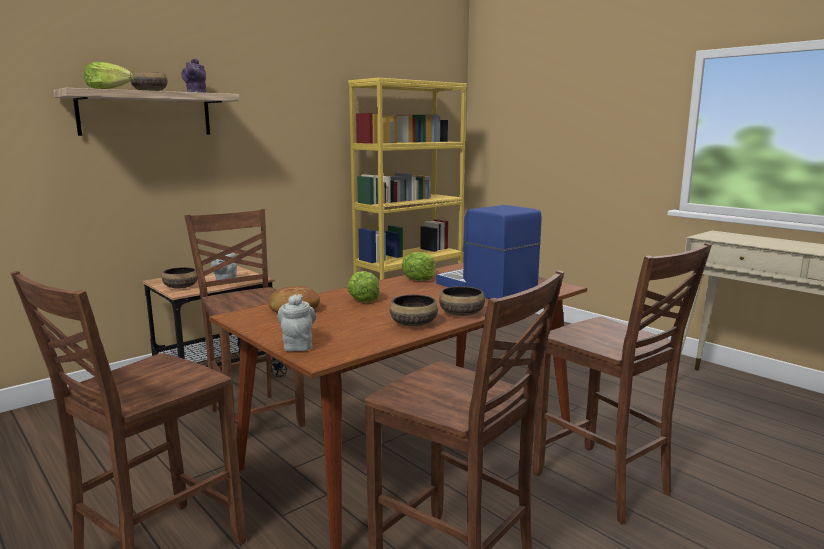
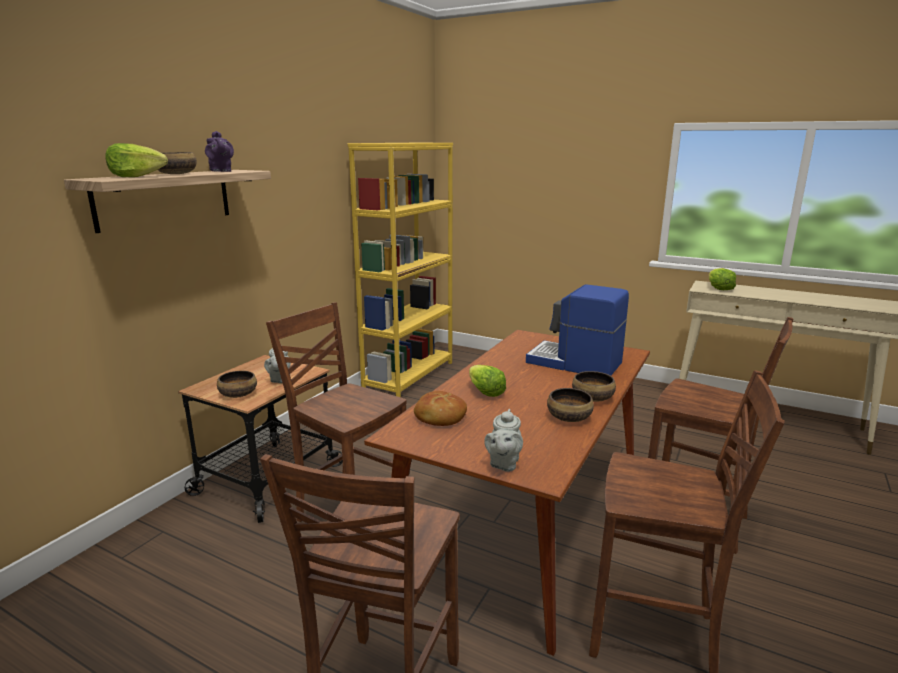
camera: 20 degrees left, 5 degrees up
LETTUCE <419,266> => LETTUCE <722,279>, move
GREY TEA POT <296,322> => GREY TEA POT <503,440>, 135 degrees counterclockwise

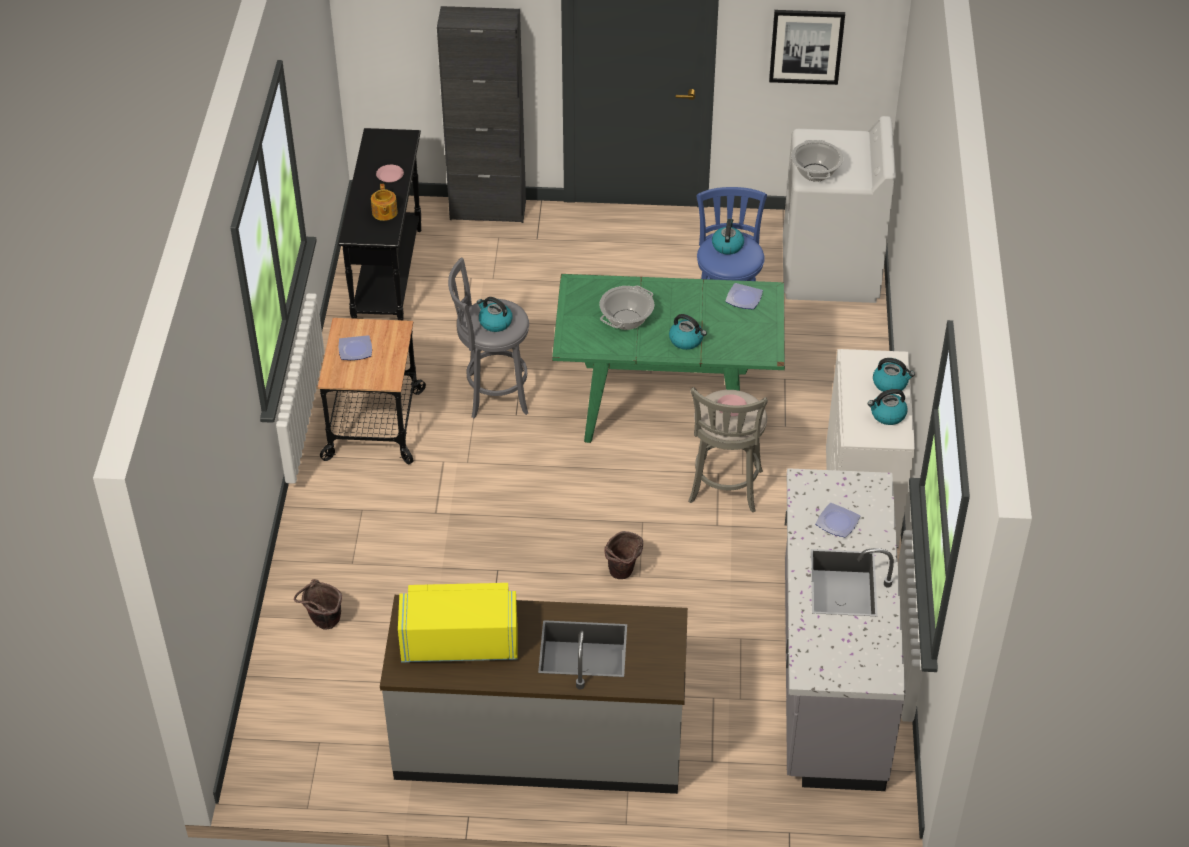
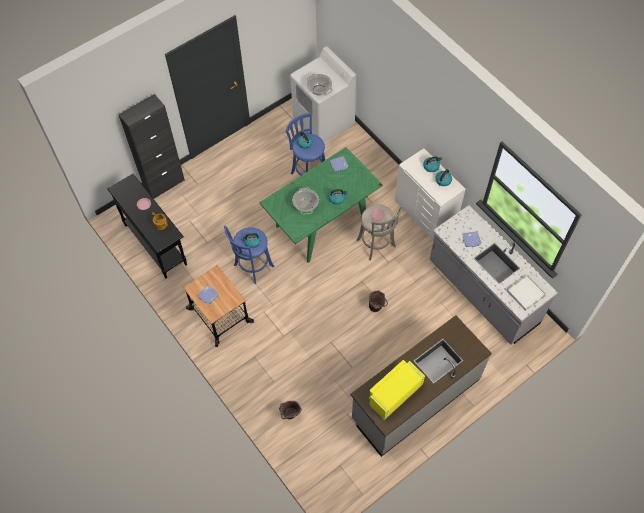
camera: 40 degrees left, 15 degrees up
WALL PICTURE <807,47> => nothing
GREY SITTING STOOL <488,337> => BLUE-COLOURED SITTING STOOL <249,255>
nothing => WHITISH SERVING TRAY <526,293>

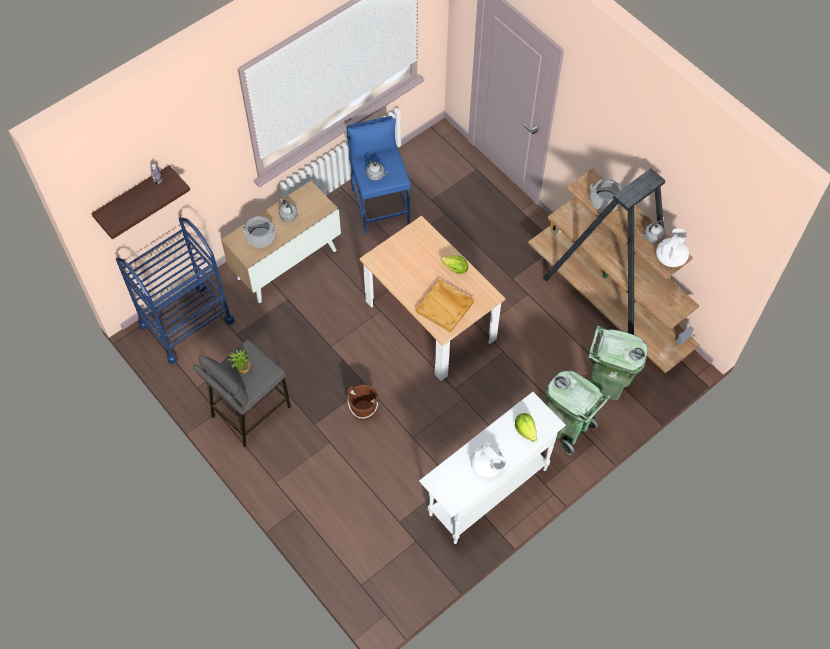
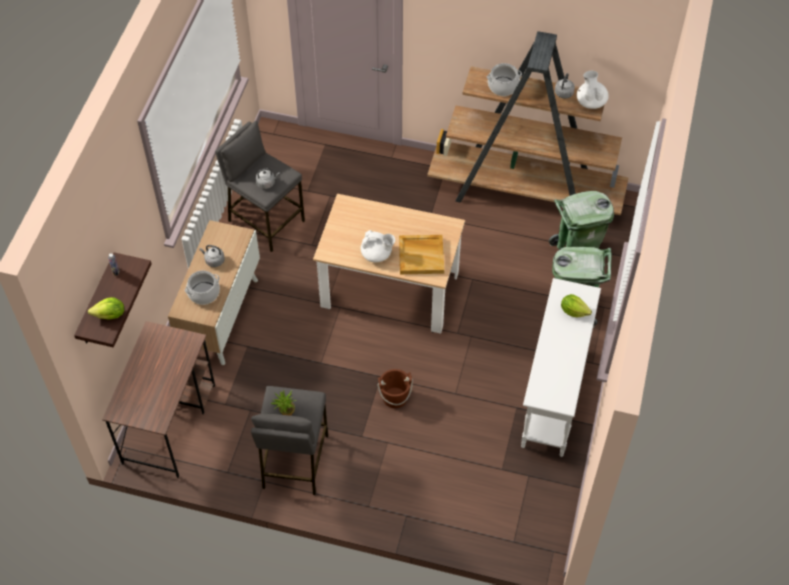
camera: 35 degrees left, 5 degrees down
BLUE-COLOURED SITTING STOOL <379,175> => GREY SITTING STOOL <260,186>
BLUE-COLOURED TROLLEY <175,290> => BROWN-COLOURED DESK <158,399>
LETTUCE <454,264> => LETTUCE <106,308>, move
WHITISH TEA POT <488,460> => WHITISH TEA POT <378,246>, move

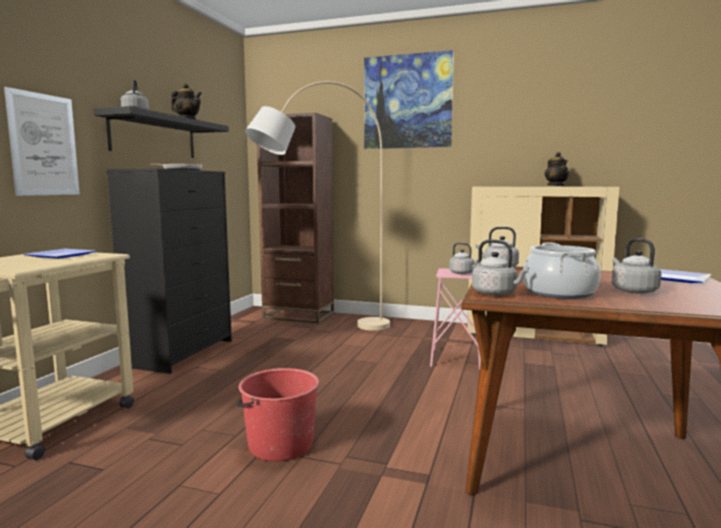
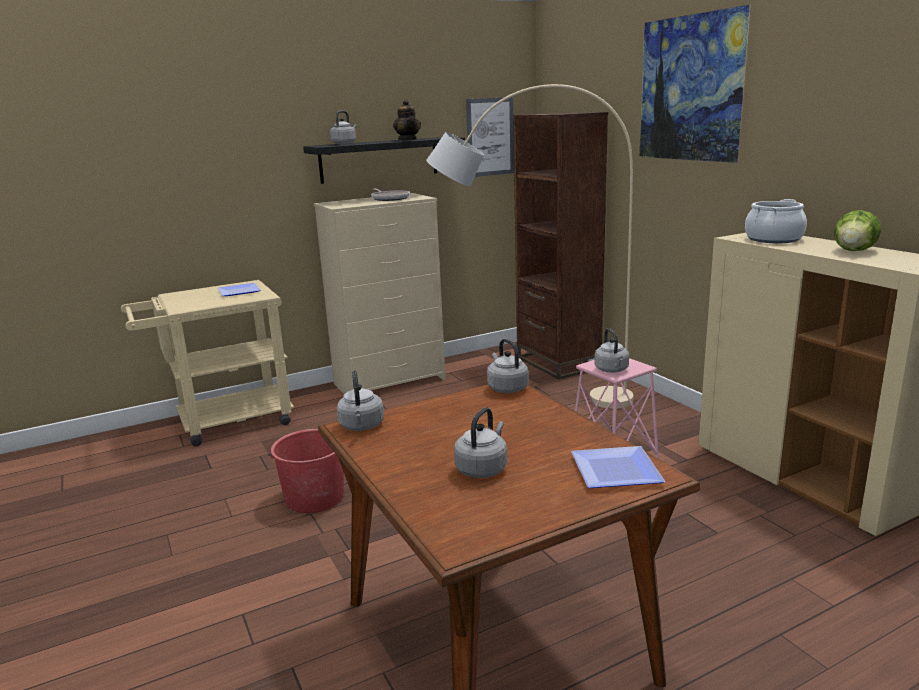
camera: 45 degrees right, 10 degrees up
WALL PICTURE <42,141> => WALL PICTURE <490,137>, move
TEA POT <557,169> => LETTUCE <857,230>
BLACK-COLOURED DRESSER <169,271> => SAND-COLOURED DRESSER <380,293>
STOCKPOT <561,271> => STOCKPOT <776,221>, move

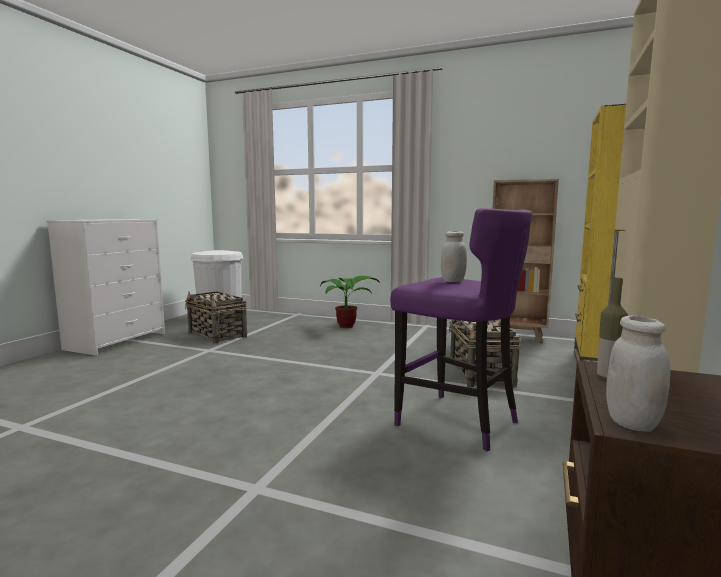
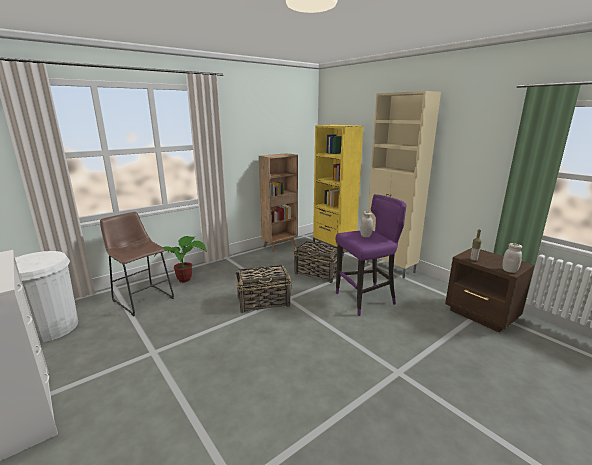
camera: 60 degrees left, 10 degrees up
BASKET <216,317> => BASKET <264,289>, move
nothing => BROWN-COLOURED SITTING STOOL <137,264>

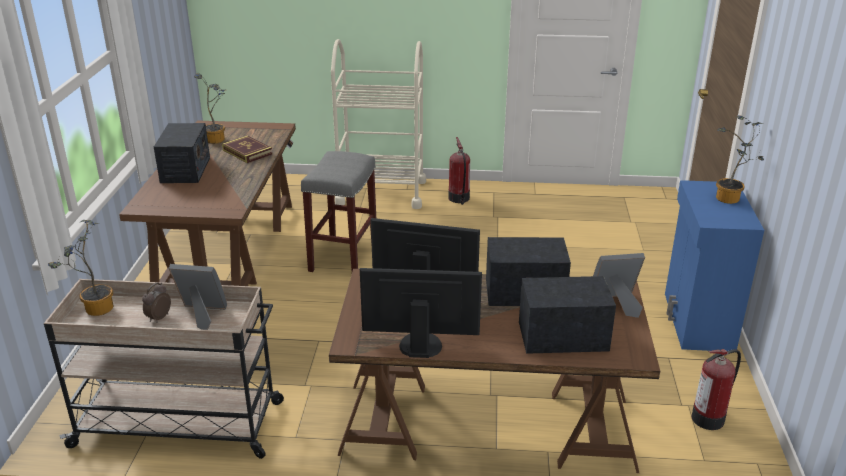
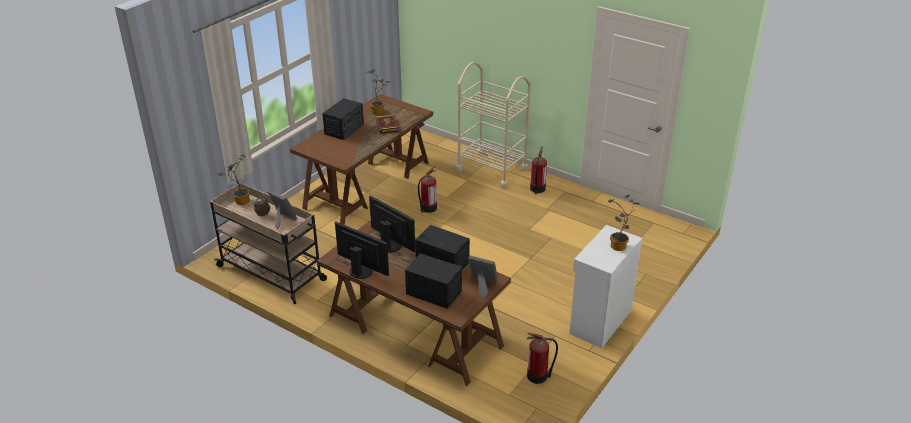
camera: 30 degrees right, 5 degrees up
GREY SITTING STOOL <338,211> => EXTINGUISHER <427,189>
BLUE-COLOURED CABINET <714,265> => WHITISH CABINET <605,286>

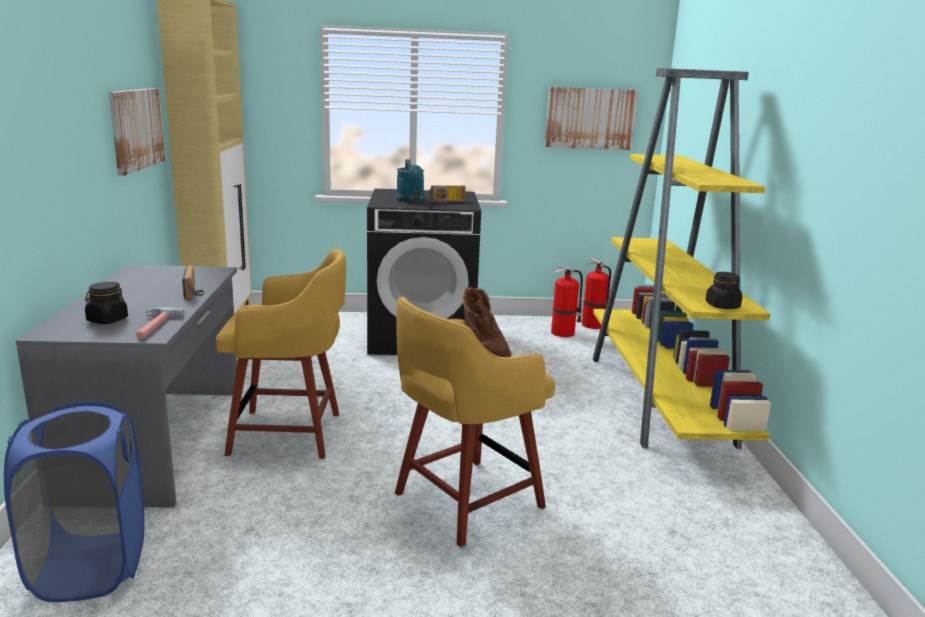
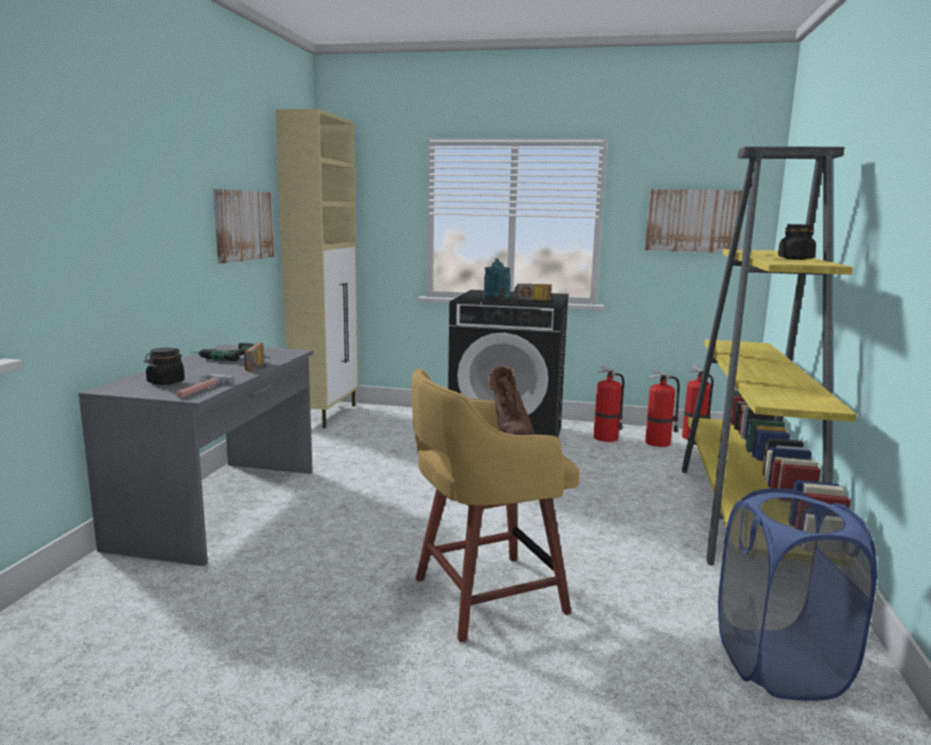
camera: 15 degrees right, 5 degrees down
YELLOW-COLOURED SITTING STOOL <281,354> => nothing
BLACK-COLOURED JAR <724,290> => BLACK-COLOURED JAR <797,242>, move
BLUE-COLOURED WASHING BASKET <74,502> => BLUE-COLOURED WASHING BASKET <797,594>, move
nothing => POWER DRILL <223,352>
nothing => EXTINGUISHER <609,403>

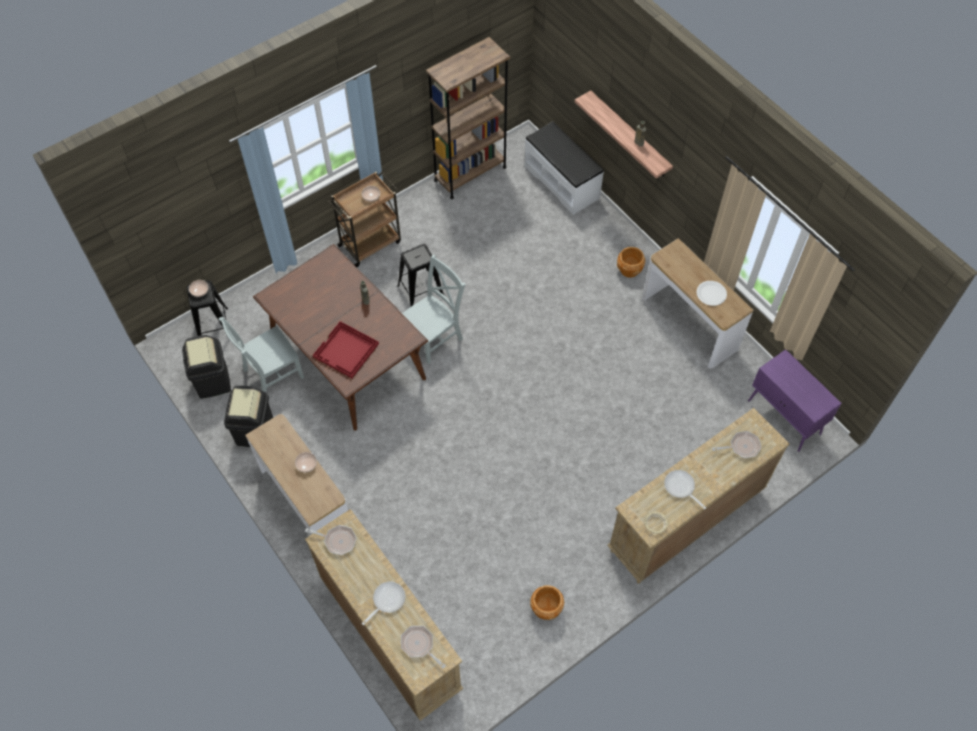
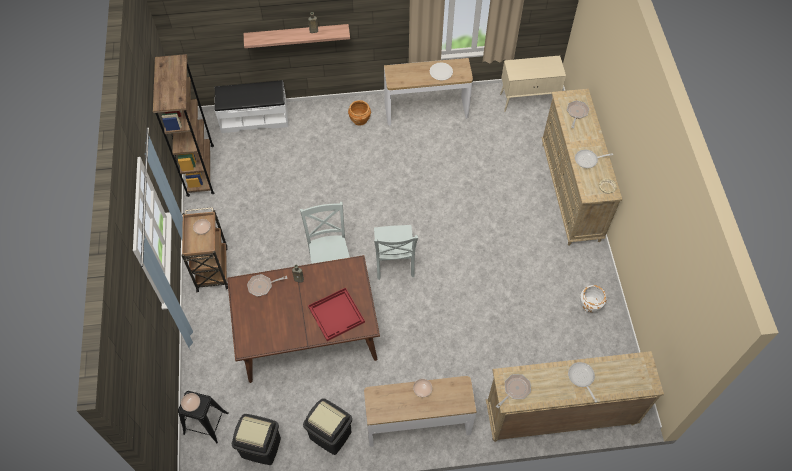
camera: 60 degrees left, 0 degrees up
BLACK-COLOURED SITTING STOOL <420,275> => nothing
GREY CHAIR <261,355> => GREY CHAIR <396,252>, move
PURPLISH CABINET <795,400> => SAND-COLOURED CABINET <533,84>
BROWN-COLOURED FLOWER POT <547,602> => WHITISH FLOWER POT <593,298>
PAN <423,647> => PAN <267,285>, move

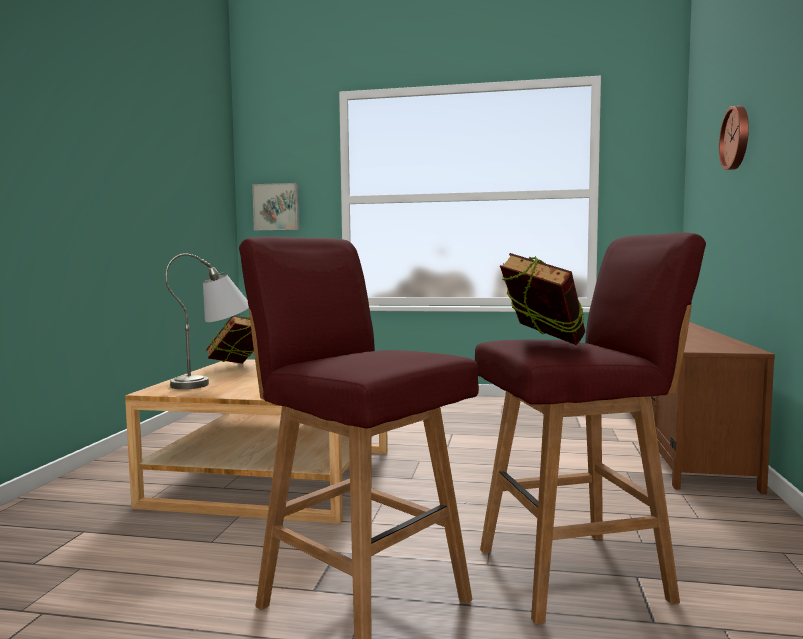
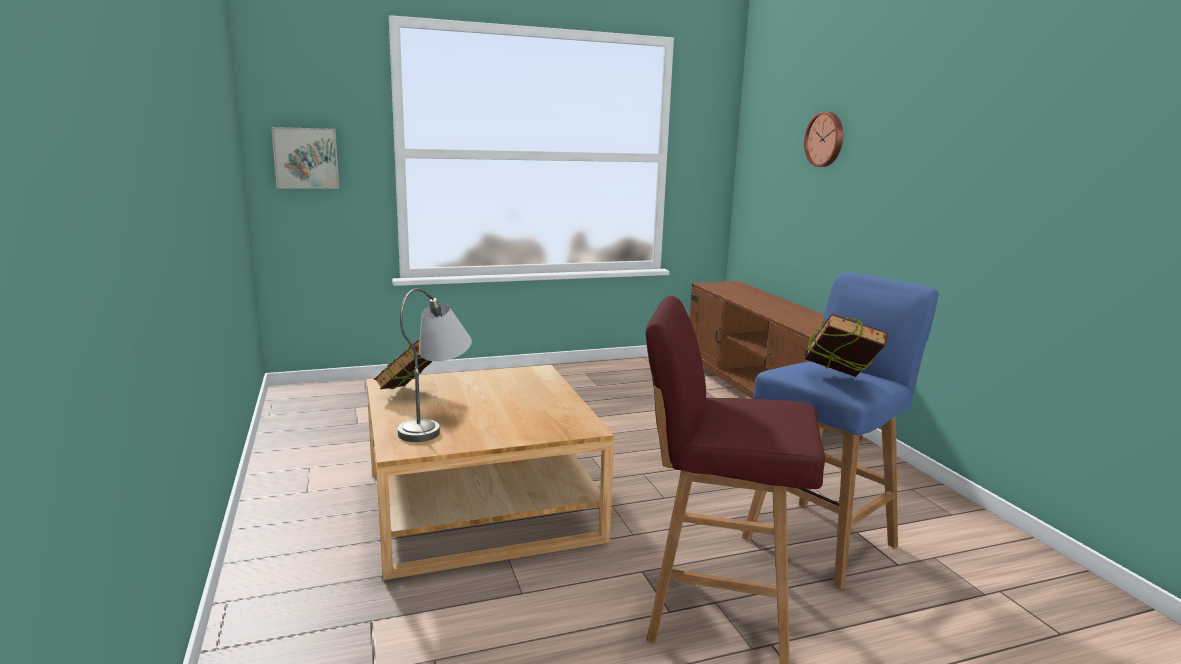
camera: 30 degrees left, 10 degrees up
RED-COLOURED SITTING STOOL <590,429> => BLUE-COLOURED SITTING STOOL <840,431>

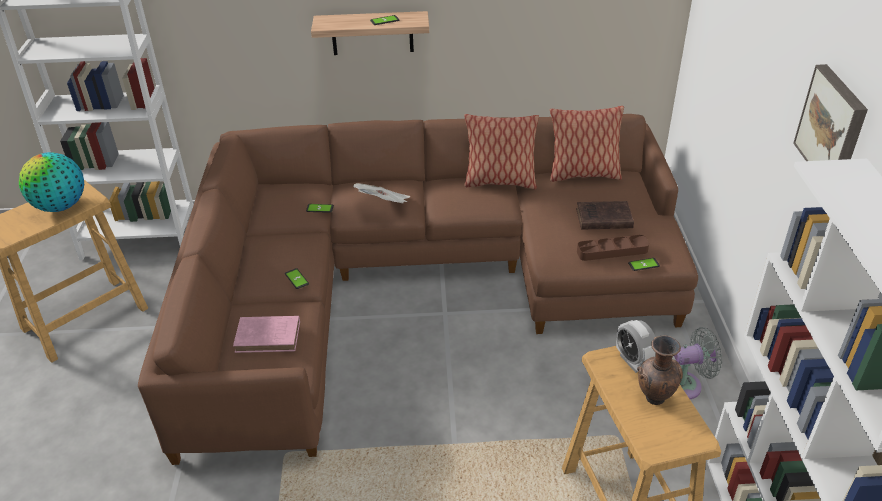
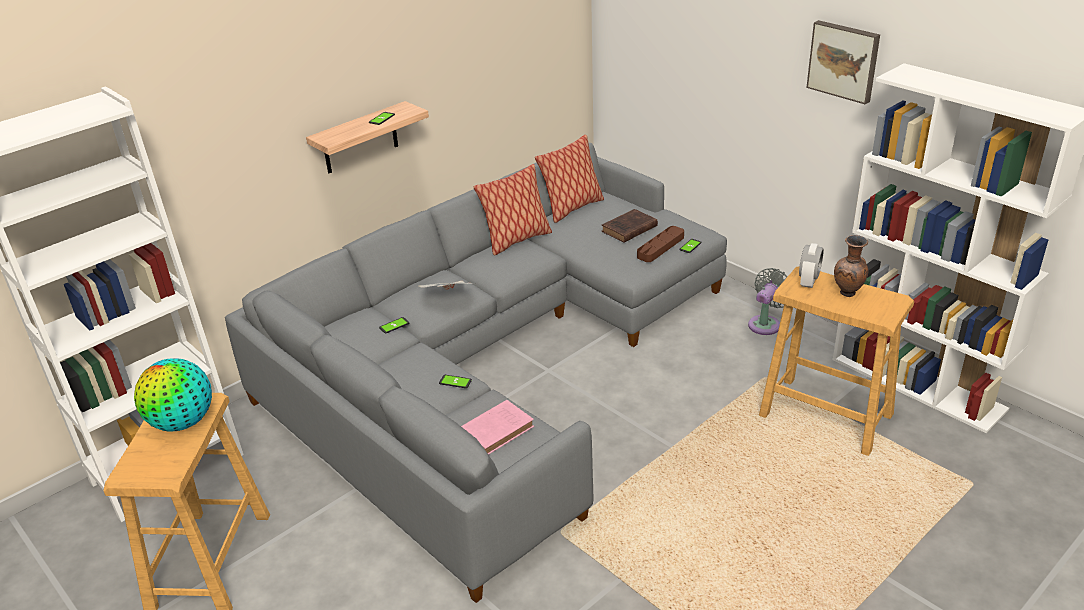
camera: 40 degrees left, 5 degrees down
BROWN-COLOURED SETTEE <418,289> => GREY SETTEE <476,373>
ALARM CLOCK <636,346> => ALARM CLOCK <811,265>, 90 degrees counterclockwise

